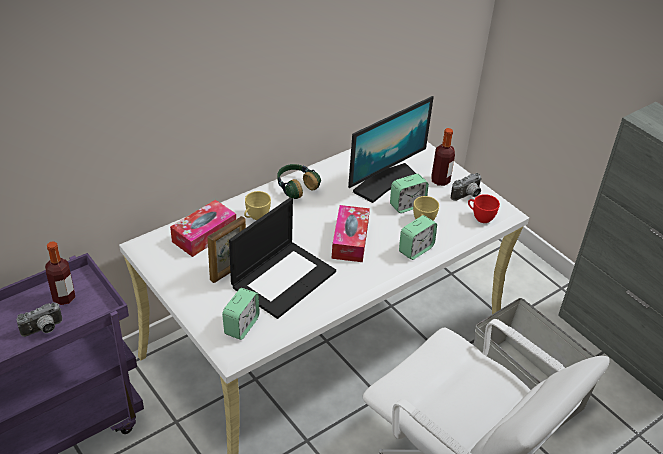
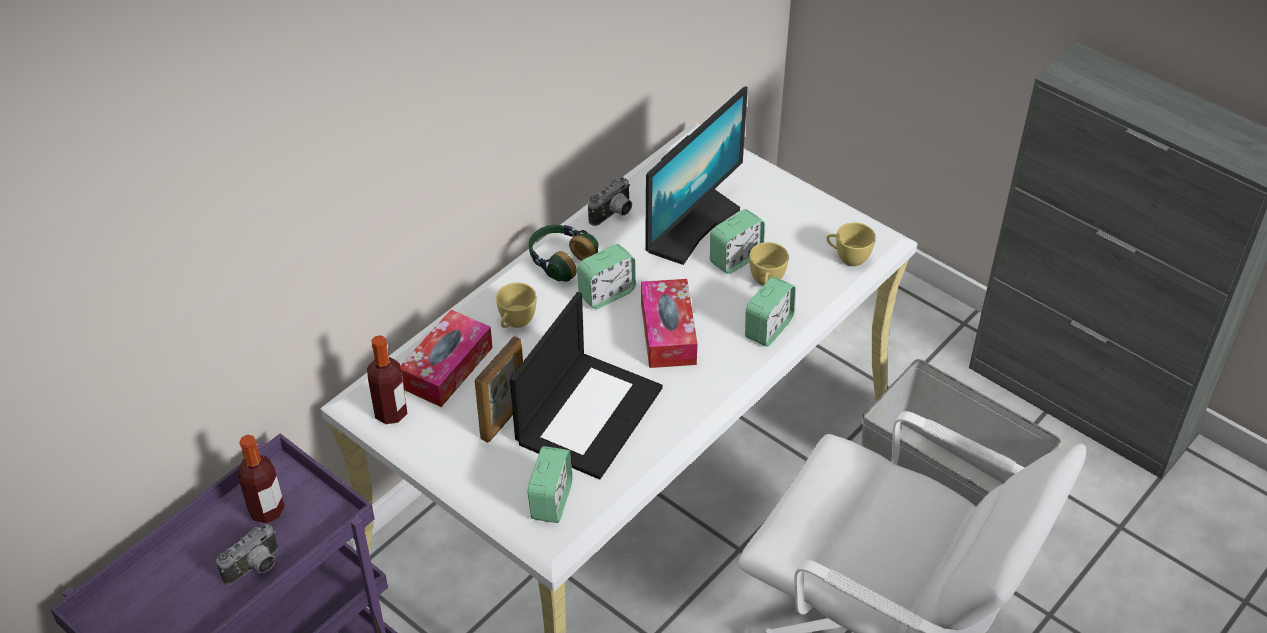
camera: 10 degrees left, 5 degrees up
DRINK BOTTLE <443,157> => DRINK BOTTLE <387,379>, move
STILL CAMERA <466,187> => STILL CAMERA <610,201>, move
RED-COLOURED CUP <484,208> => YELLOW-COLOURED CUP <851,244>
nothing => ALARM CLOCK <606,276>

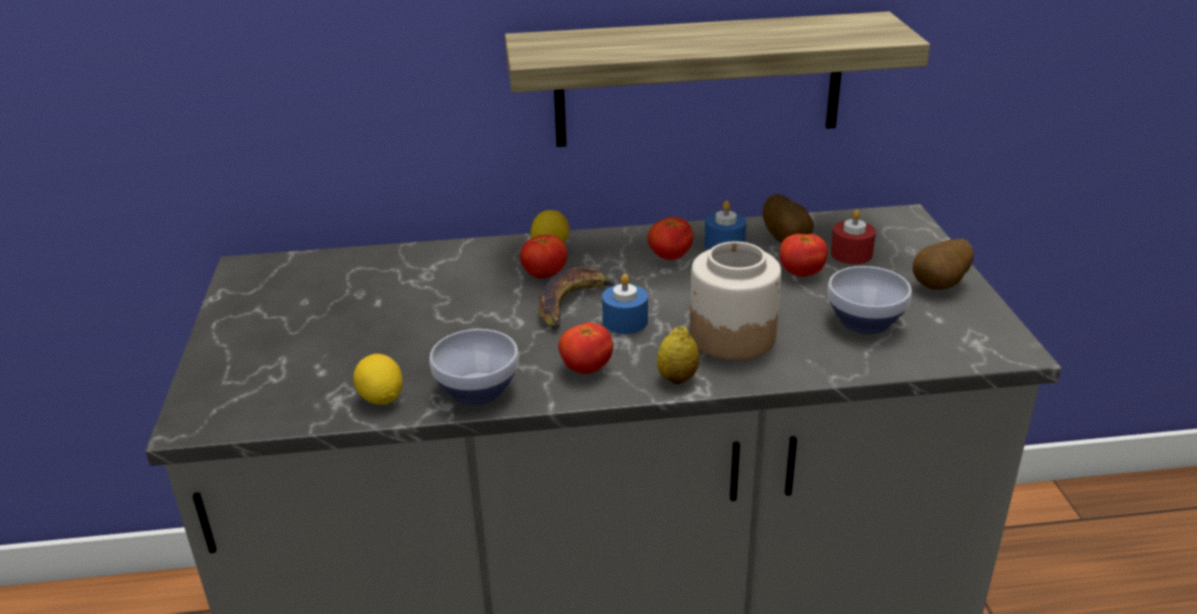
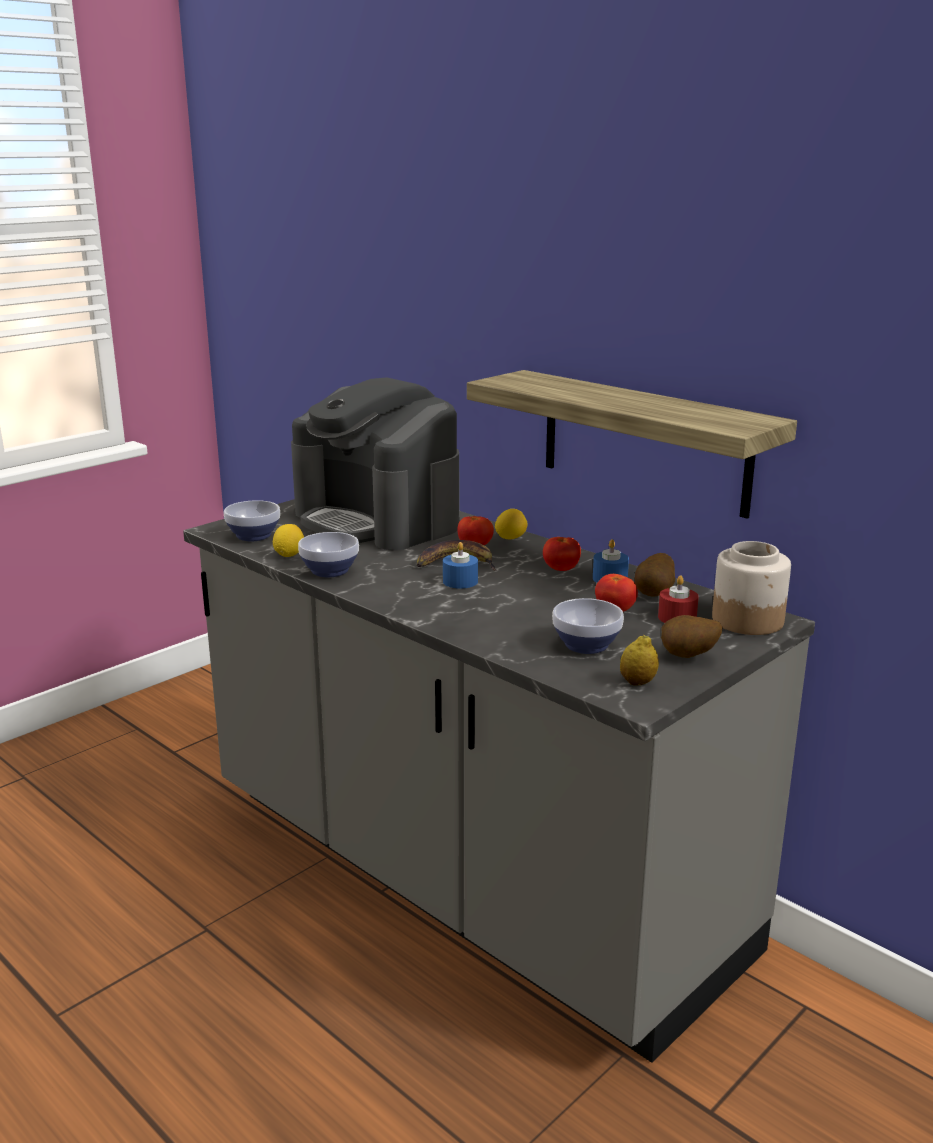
camera: 50 degrees right, 10 degrees down
JAR <735,301> => JAR <751,588>, move
WHOLE TOMATO <585,348> => nothing
CITRUS FRUIT <678,355> => CITRUS FRUIT <639,660>, move
nothing => COFFEE BREWER <375,463>
nothing => DEEP DISH <252,520>

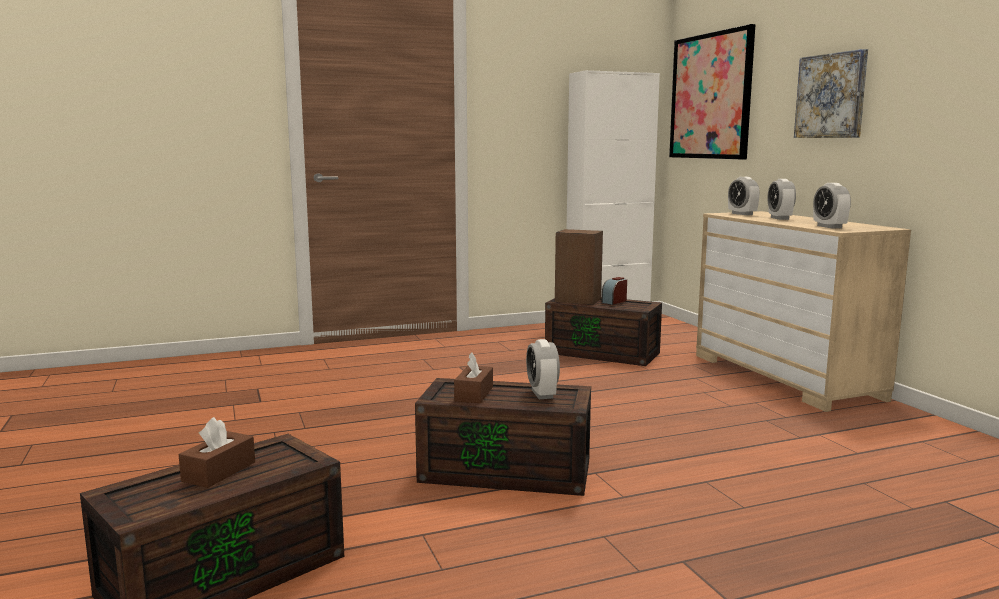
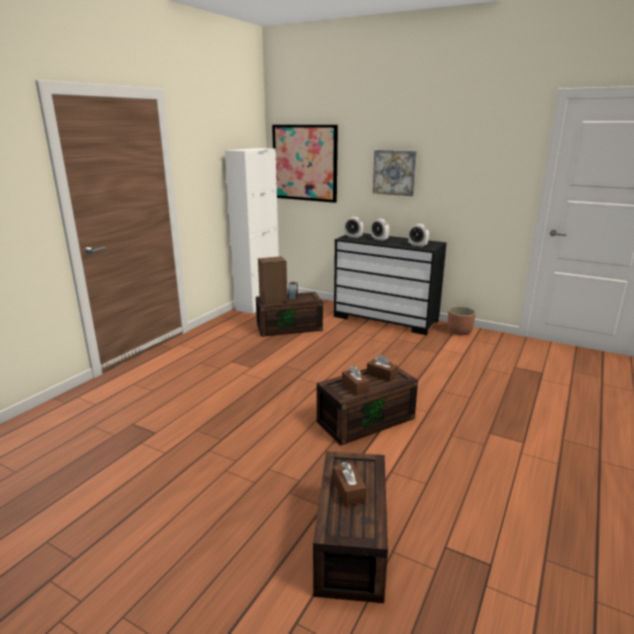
camera: 40 degrees left, 10 degrees up
SAND-COLOURED DRESSER <803,311> => BLACK-COLOURED DRESSER <390,284>
ALARM CLOCK <543,369> => BROWN-COLOURED TISSUE HOLDER <382,368>
nothing => FLOWER POT <462,320>

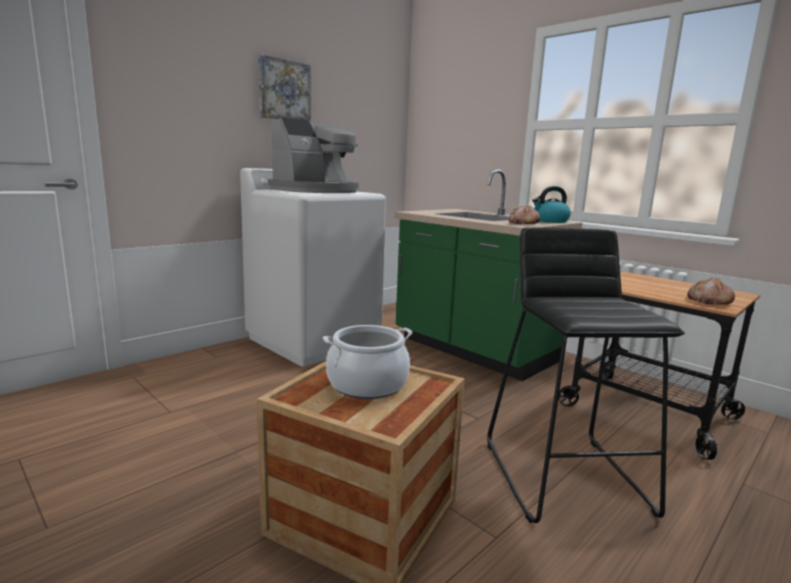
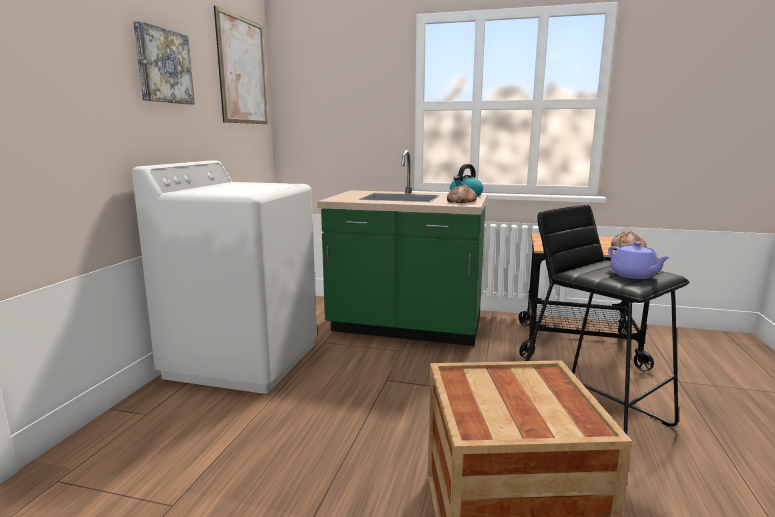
camera: 30 degrees left, 0 degrees up
COFFEE BREWER <313,155> => nothing
STOCKPOT <368,362> => nothing
nothing => WALL PICTURE <241,64>
nothing => PURPLISH TEA POT <639,260>

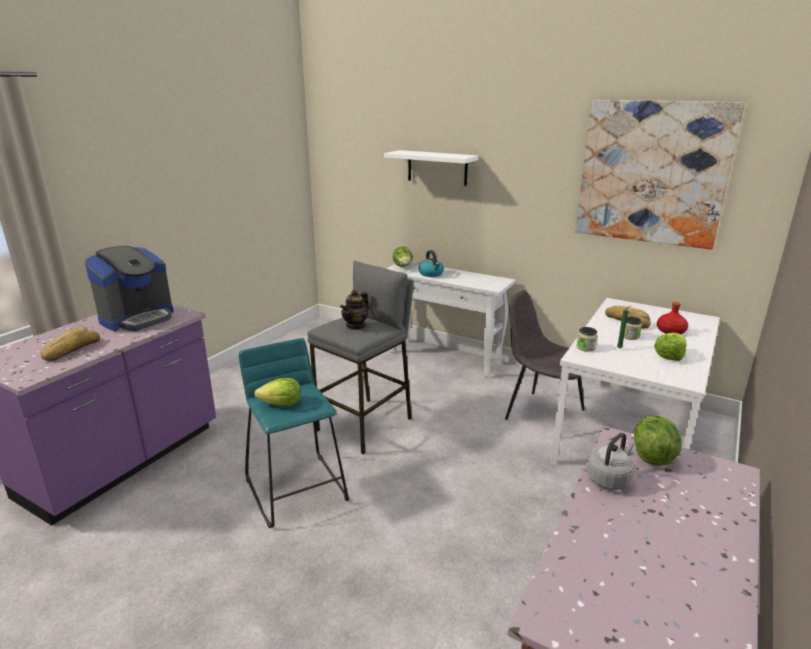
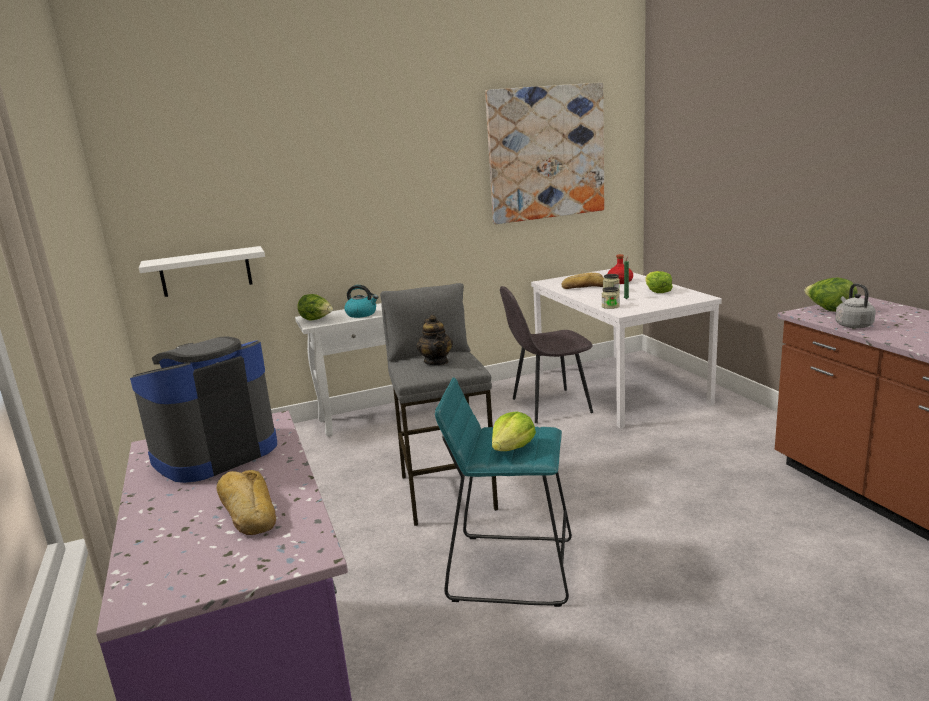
camera: 50 degrees left, 5 degrees down
WHITISH BRACKET SHELF <431,168> => WHITISH BRACKET SHELF <202,271>, move
COFFEE BREWER <129,288> => COFFEE BREWER <203,409>, 120 degrees counterclockwise

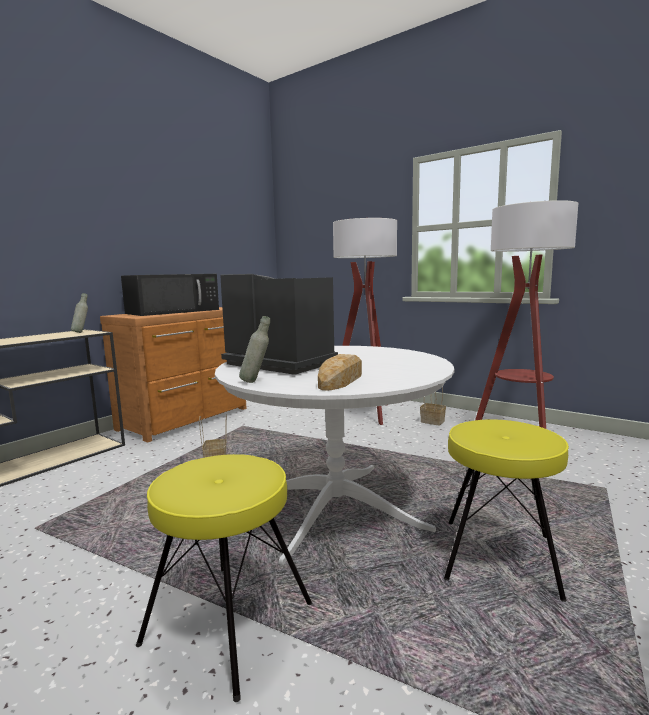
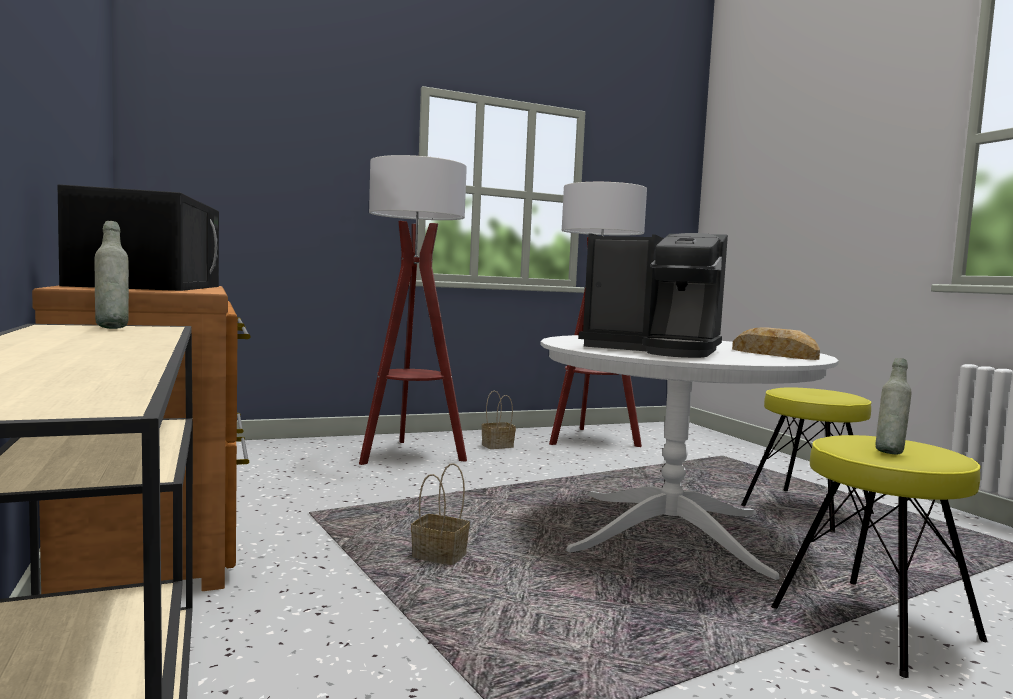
camera: 60 degrees left, 5 degrees down
COFFEE BREWER <279,324> => COFFEE BREWER <653,295>, 135 degrees counterclockwise
GREY DRINK BOTTLE <254,349> => GREY DRINK BOTTLE <894,406>, move

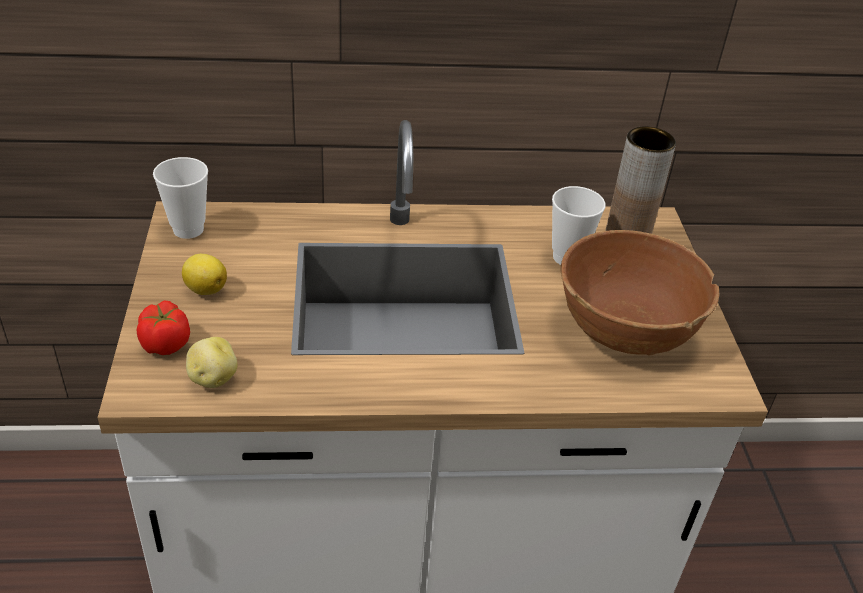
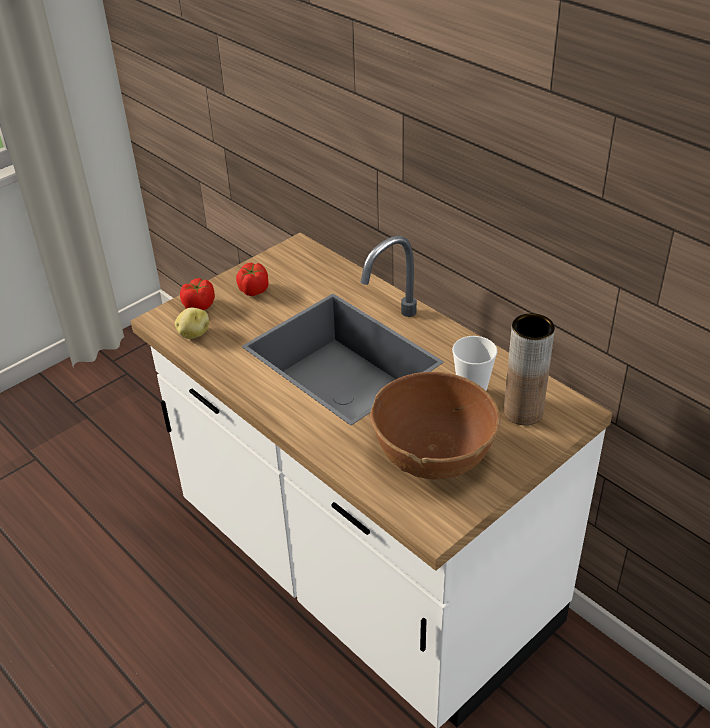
camera: 55 degrees right, 0 degrees up
CUP <180,198> => nothing
CITRUS FRUIT <204,274> => WHOLE TOMATO <252,279>

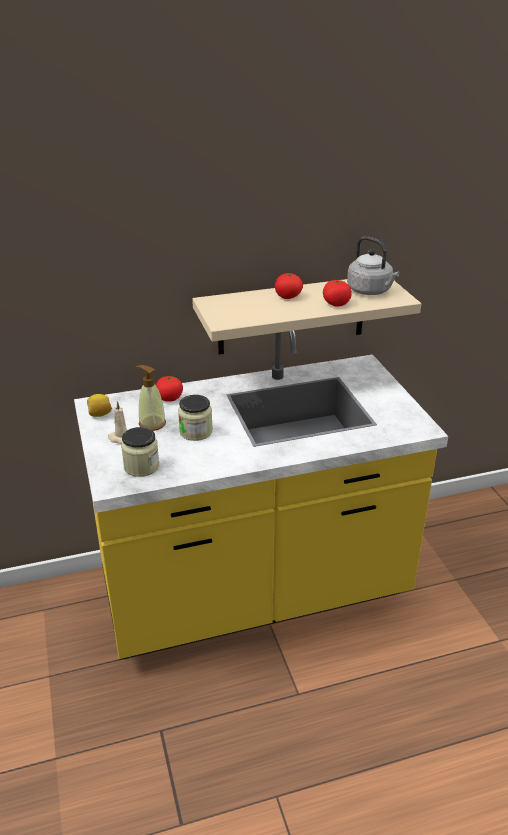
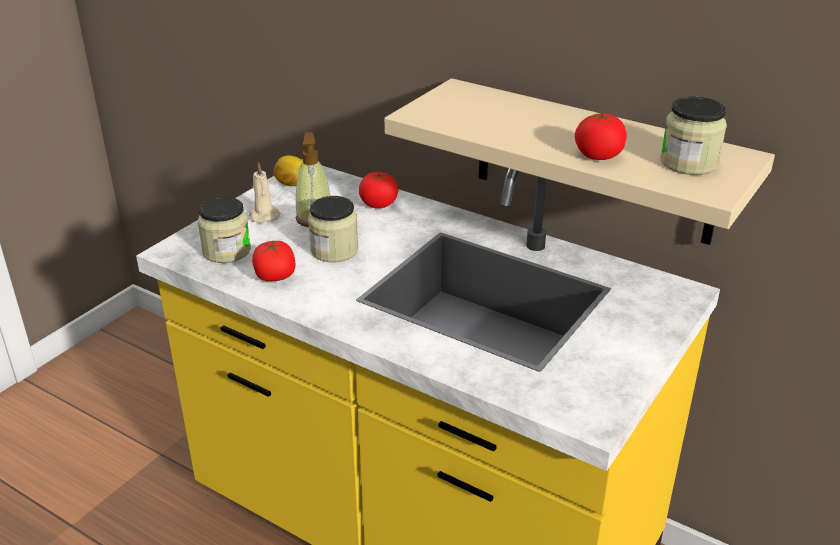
camera: 50 degrees right, 0 degrees up
GREY TEA KETTLE <373,265> => JAR <693,135>
WHOLE TOMATO <289,286> => WHOLE TOMATO <274,261>, move

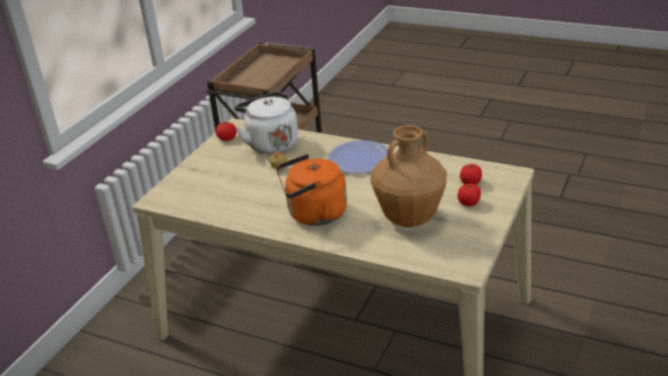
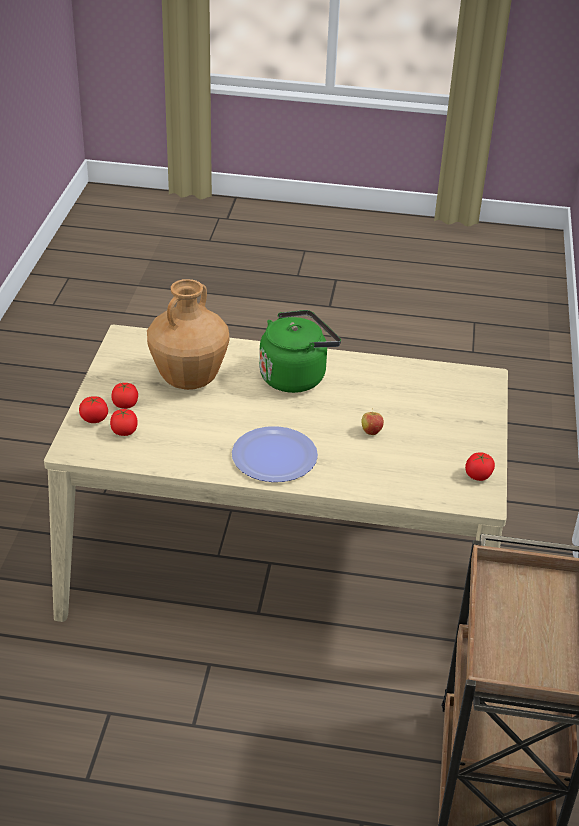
camera: 160 degrees right, 5 degrees up
WHITISH TEA KETTLE <266,123> => nothing
ORANGE TEA KETTLE <311,190> => GREENISH TEA KETTLE <300,351>
nothing => WHOLE TOMATO <93,409>

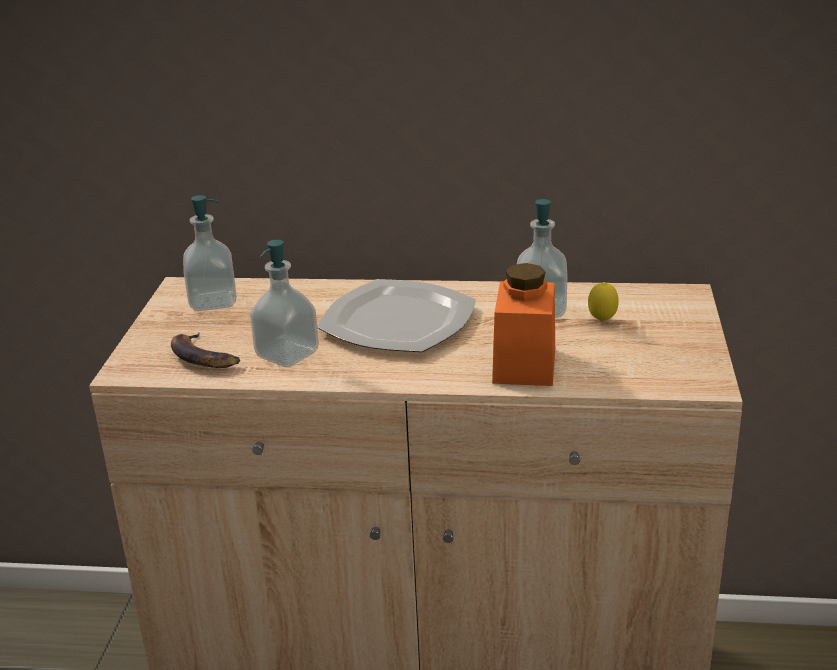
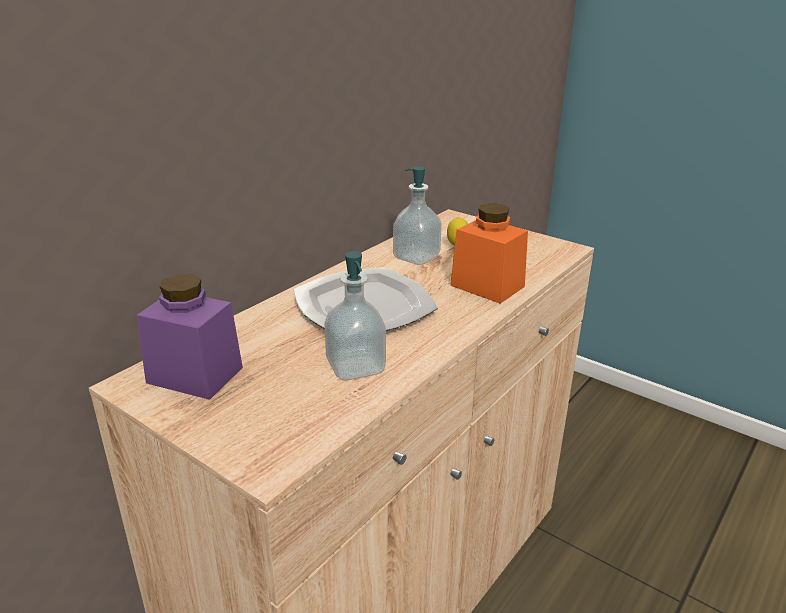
camera: 60 degrees left, 0 degrees up
SOAP DISPENSER <210,253> => PURPLISH JAR <190,337>
WHOLE BANANA <205,350> => nothing

